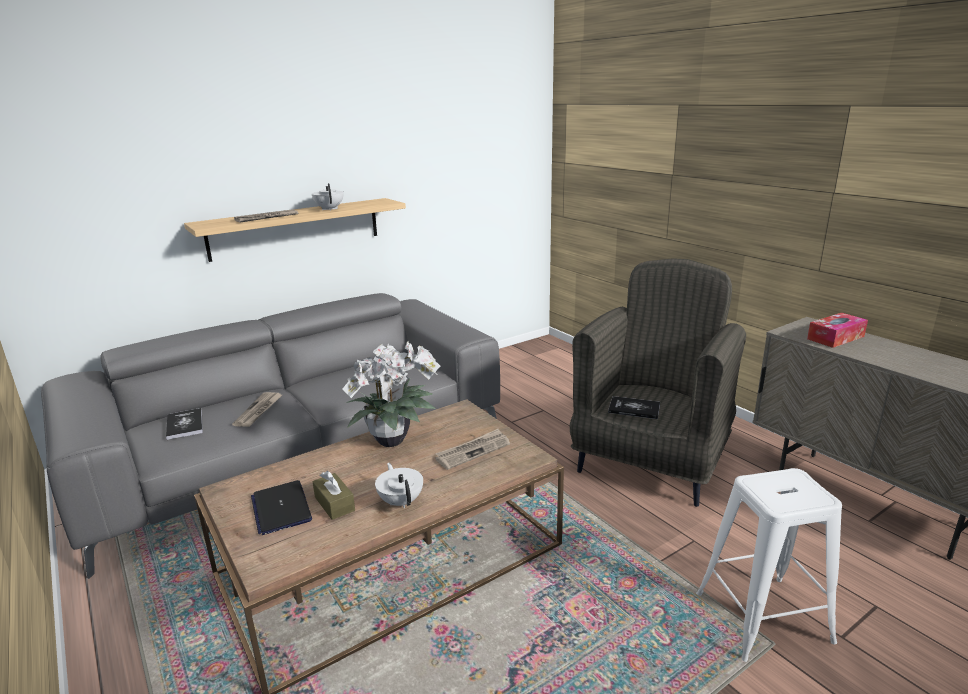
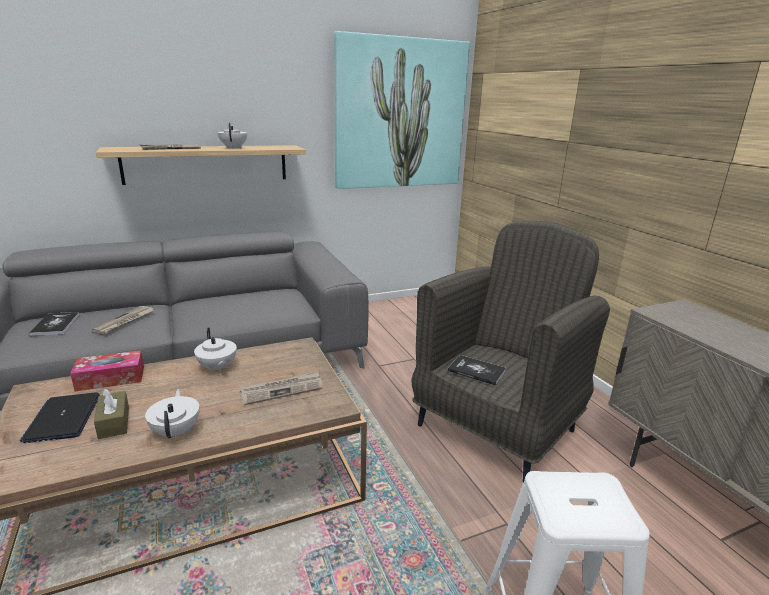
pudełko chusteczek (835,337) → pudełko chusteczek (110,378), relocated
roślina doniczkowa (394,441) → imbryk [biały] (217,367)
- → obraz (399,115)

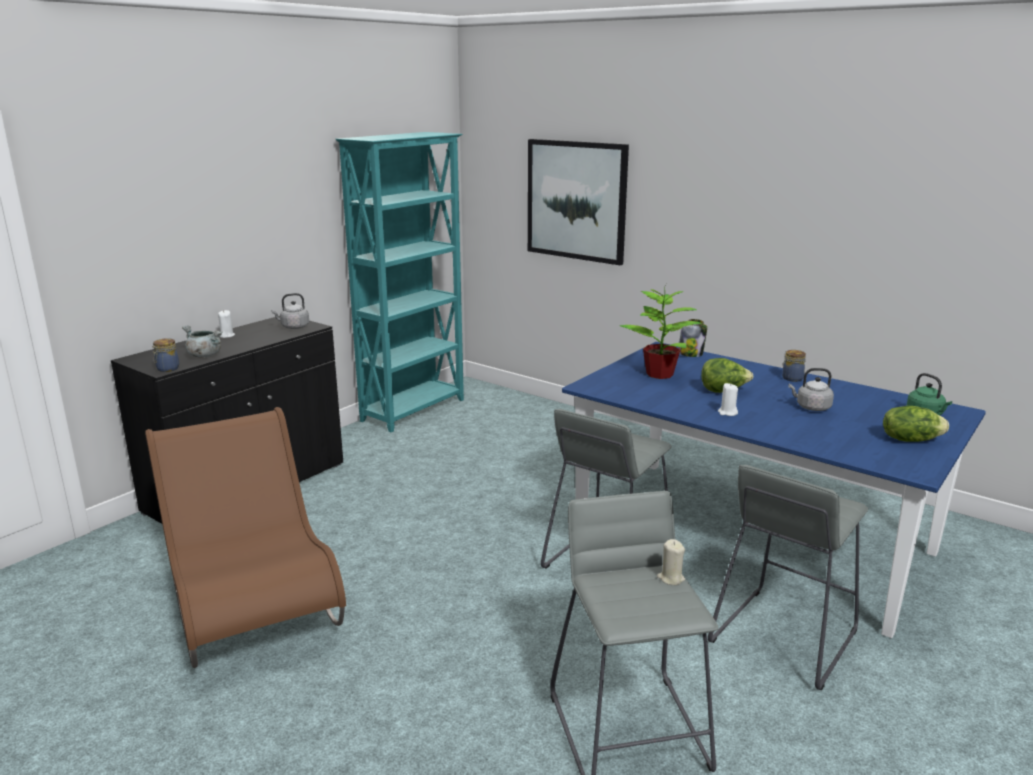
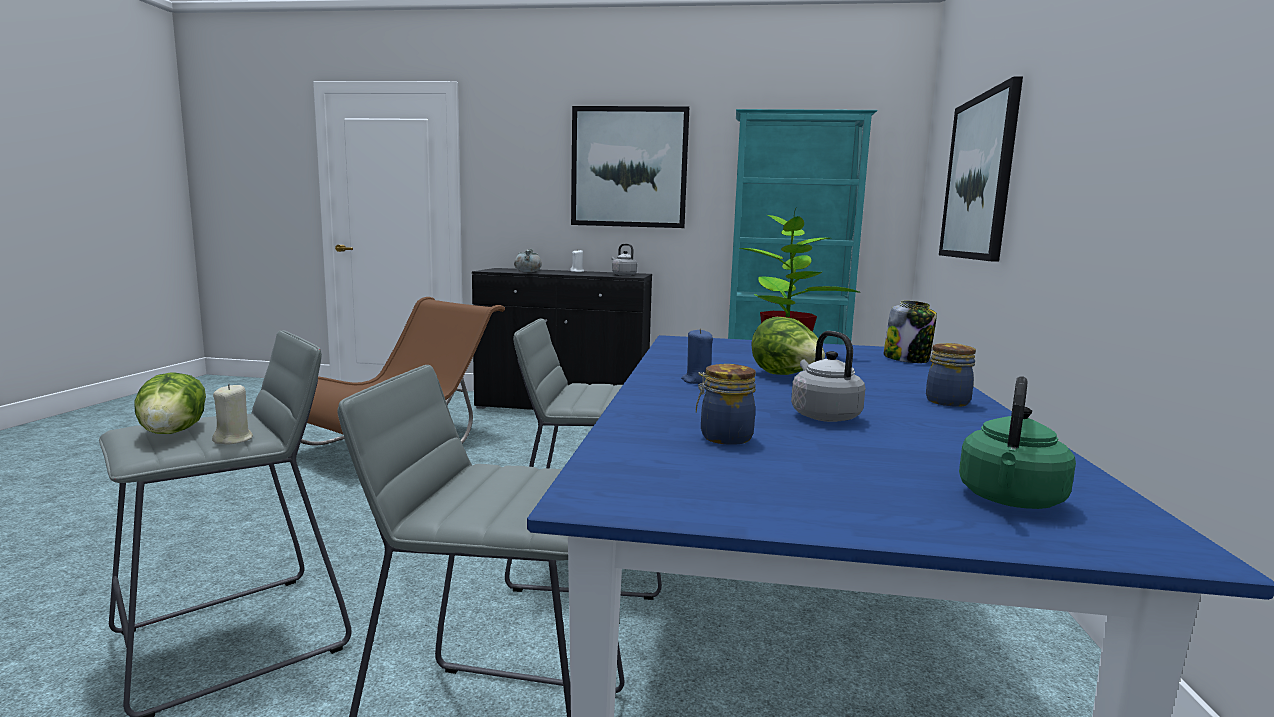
słoik (167,369) → słoik (723,437), relocated
świeca [biały] (727,413) → świeca [niebieski] (697,381)
sałata (910,439) → sałata (175,431), relocated
- → obraz (629,167)

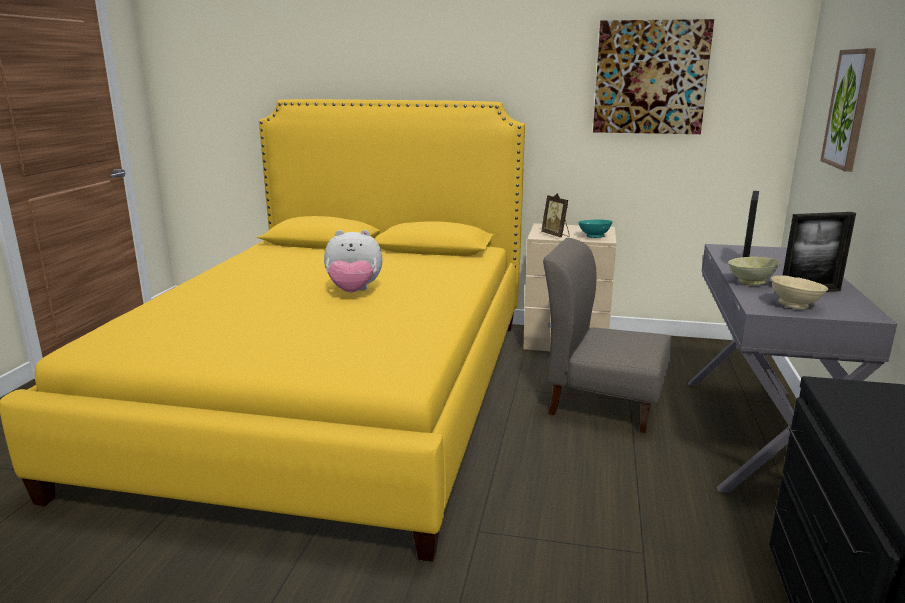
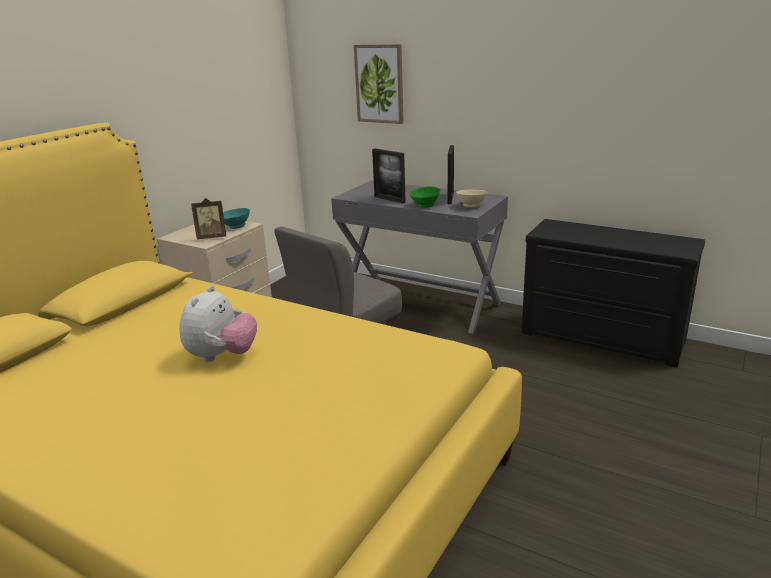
obraz (650,77) → -
miska [beżowy] (750,282) → miska [zielony] (424,205)

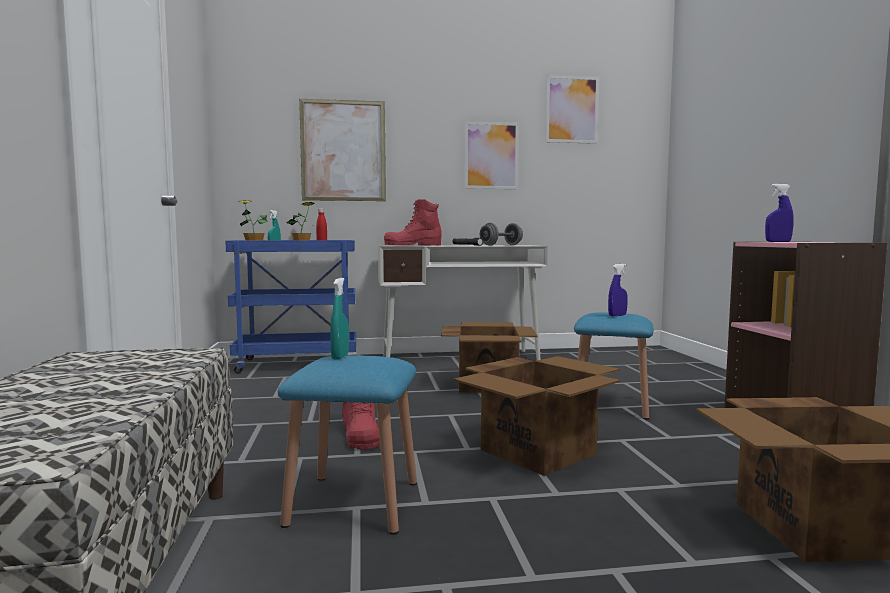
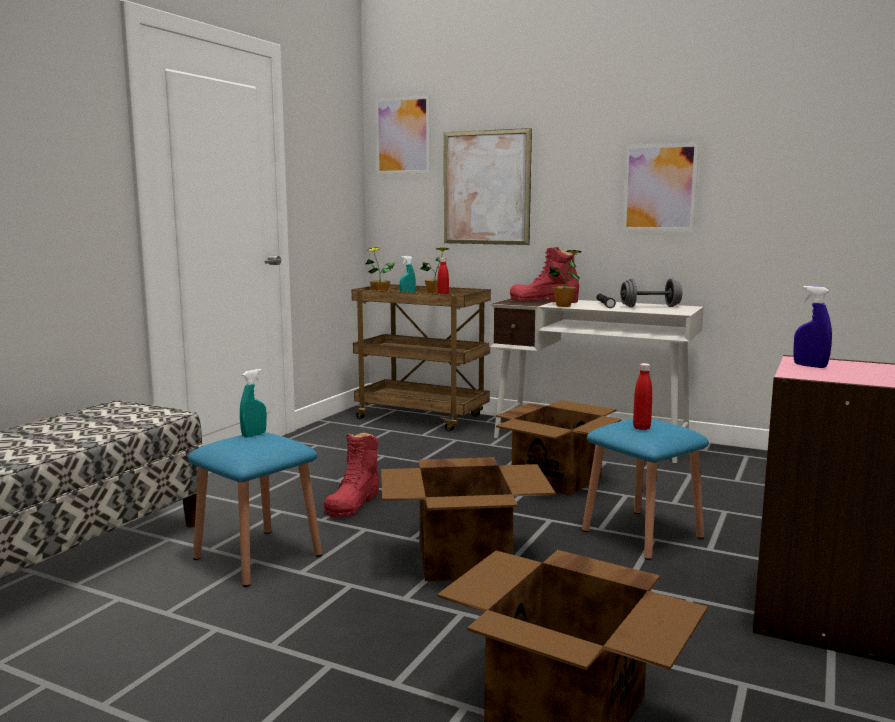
obraz (571,109) → obraz (403,135), relocated
wózek [niebieski] (298,364) → wózek [brązowy] (423,418)
spryskiwacz [niebieski] (617,315) → butelka [czerwony] (641,428)
- → roślina doniczkowa (563,306)

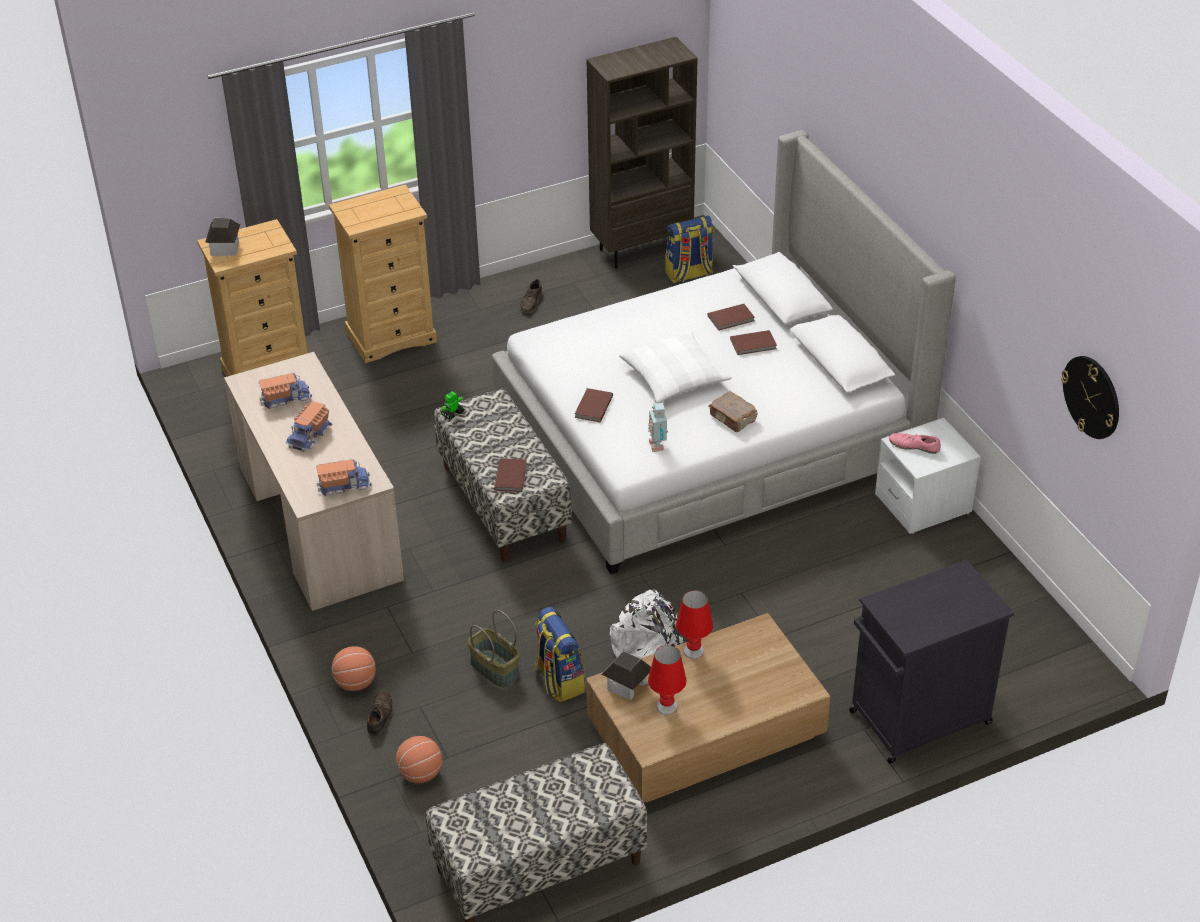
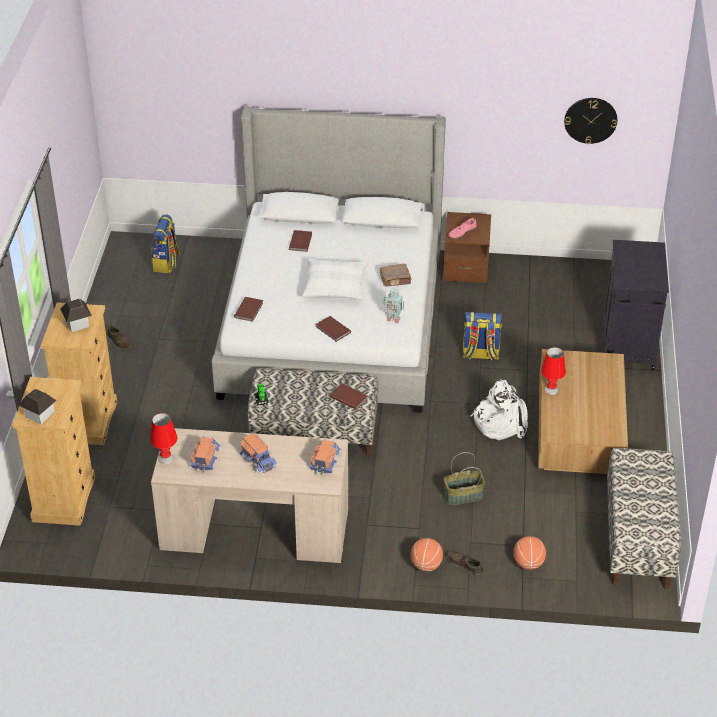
regał [brązowy] (642,248) → -
książka [brązowy] (754,344) → książka [brązowy] (249,310), relocated
szafka nocna [biały] (923,504) → szafka nocna [brązowy] (465,267)
plecak (558,680) → plecak (480,354), relocated
lampa stołowa [czerwony] (666,706) → lampa stołowa [czerwony] (165,458), relocated
domek (627,685) → domek (77,323), relocated

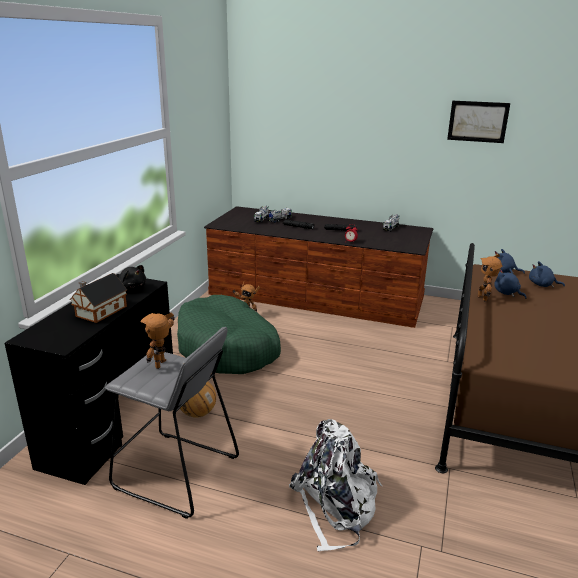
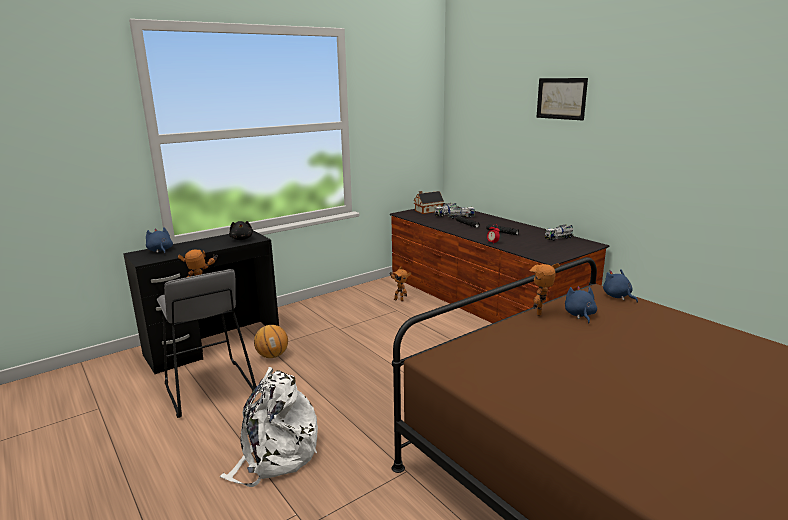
obraz (478,121) → obraz (561,98), relocated
pluszak [niebieski] (542,285) → pluszak [niebieski] (160,250), relocated
domek (99,312) → domek (427,211), relocated
legowisko [zielony] (227,348) → -

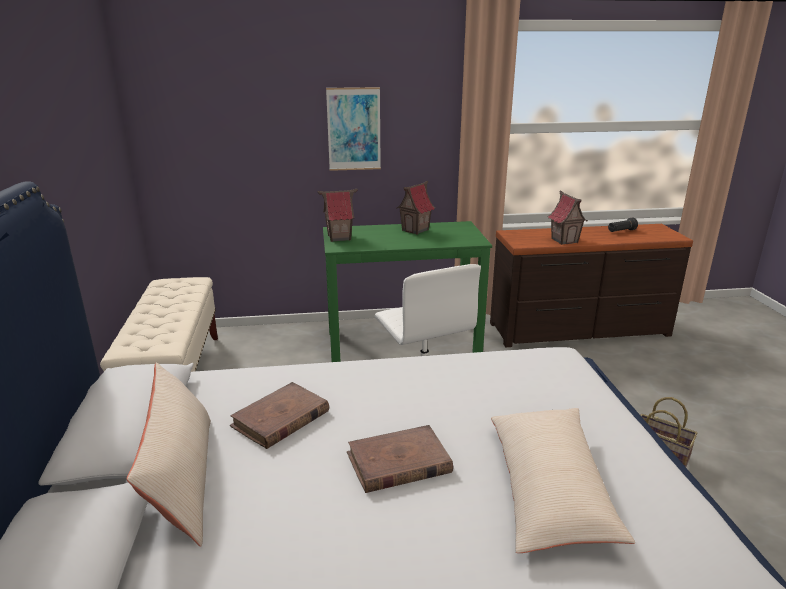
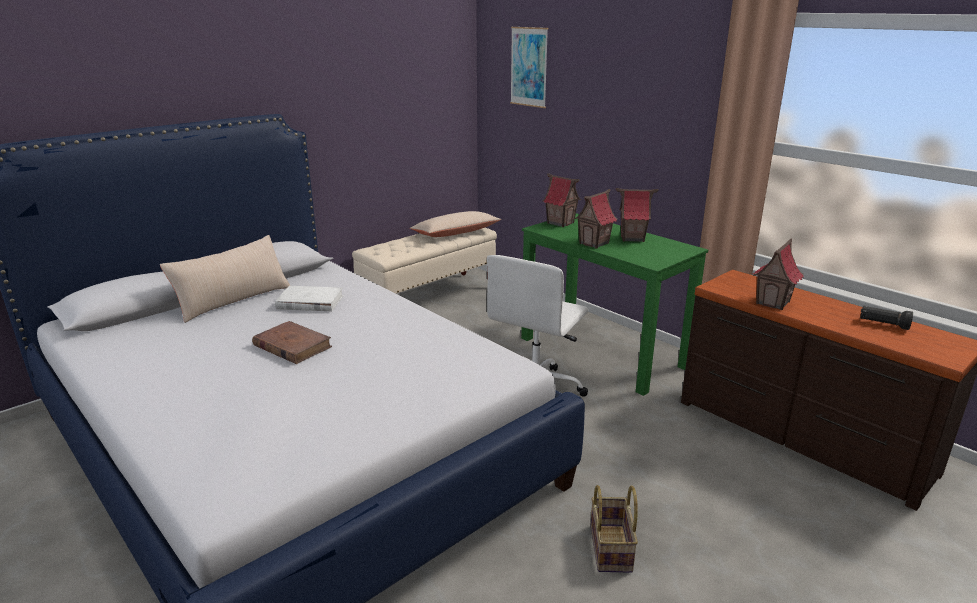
obraz (354,129) → obraz (529,67), relocated
książka [brązowy] (280,419) → książka [biały] (310,302)
poduszka [beżowy] (549,489) → poduszka [beżowy] (455,233), relocated
- → domek (594,243)

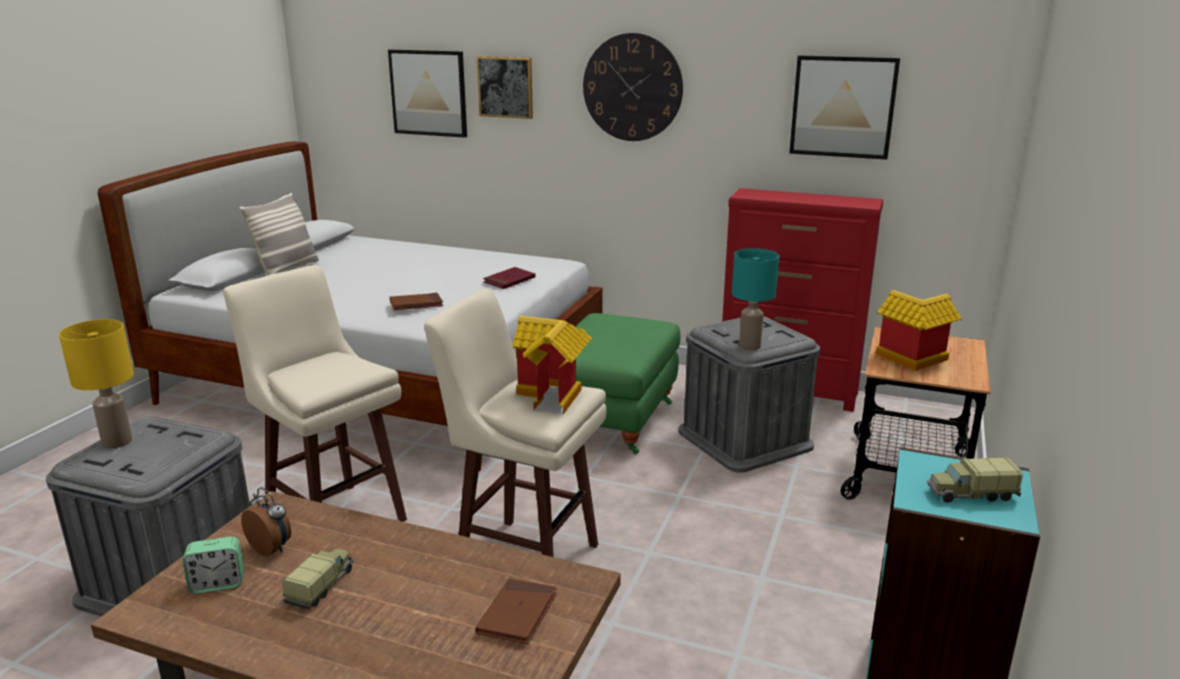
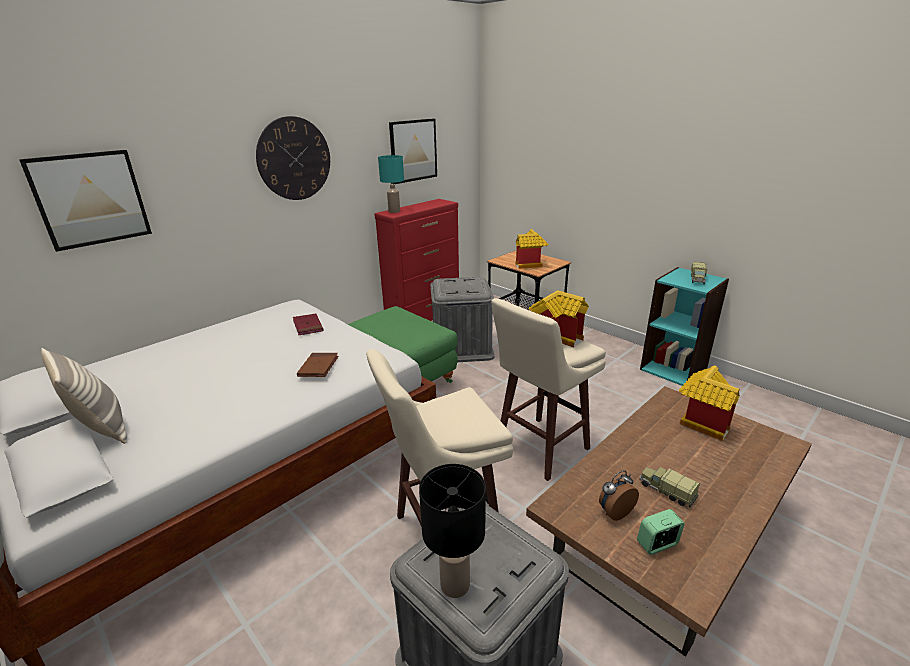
obraz (505,87) → -
lampa stołowa [turkusowy] (749,346) → lampa stołowa [turkusowy] (394,211), relocated
lampa stołowa [żółty] (118,441) → lampa stołowa [czarny] (455,584)
budzik (217,584) → budzik (657,544), 120 degrees counterclockwise
książka [brązowy] (517,614) → domek (699,422)

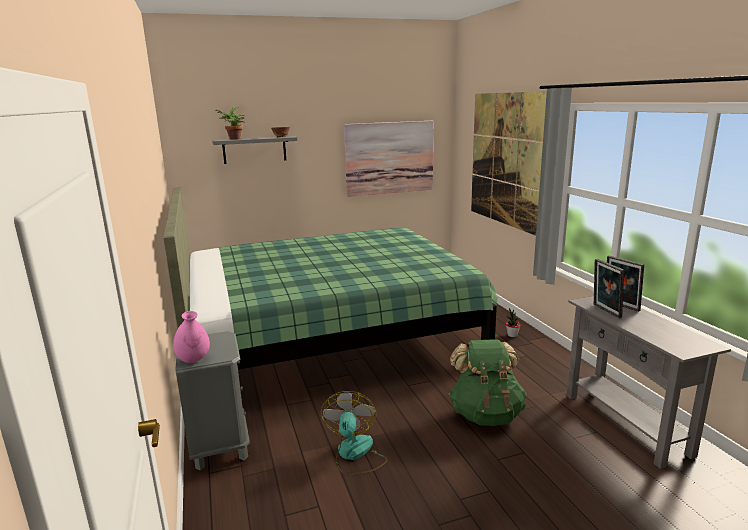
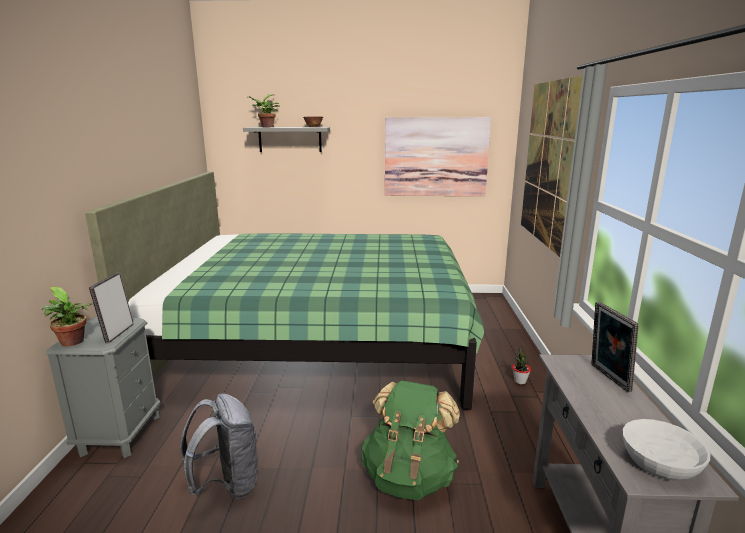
ramka na zdjęcie (605,311) → ramka na zdjęcie (117,333), relocated
wazon [różowy] (193,360) → roślina doniczkowa (73,343)
wentylator (355,454) → plecak [szary] (227,485)
- → miska [biały] (660,461)

